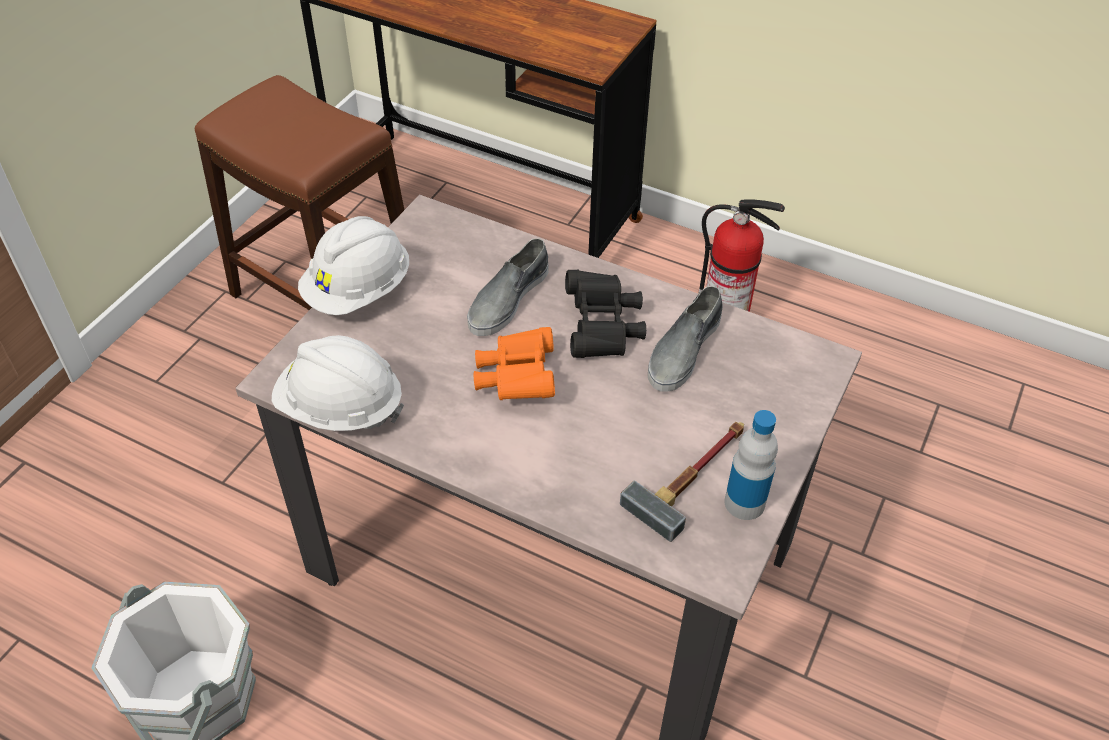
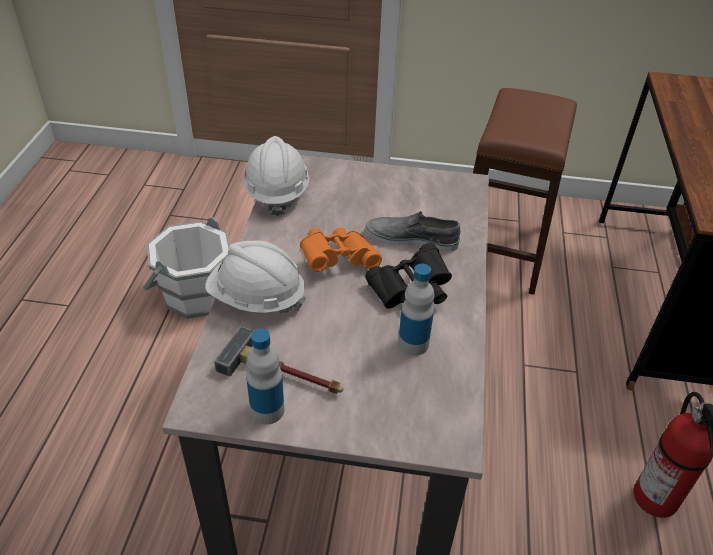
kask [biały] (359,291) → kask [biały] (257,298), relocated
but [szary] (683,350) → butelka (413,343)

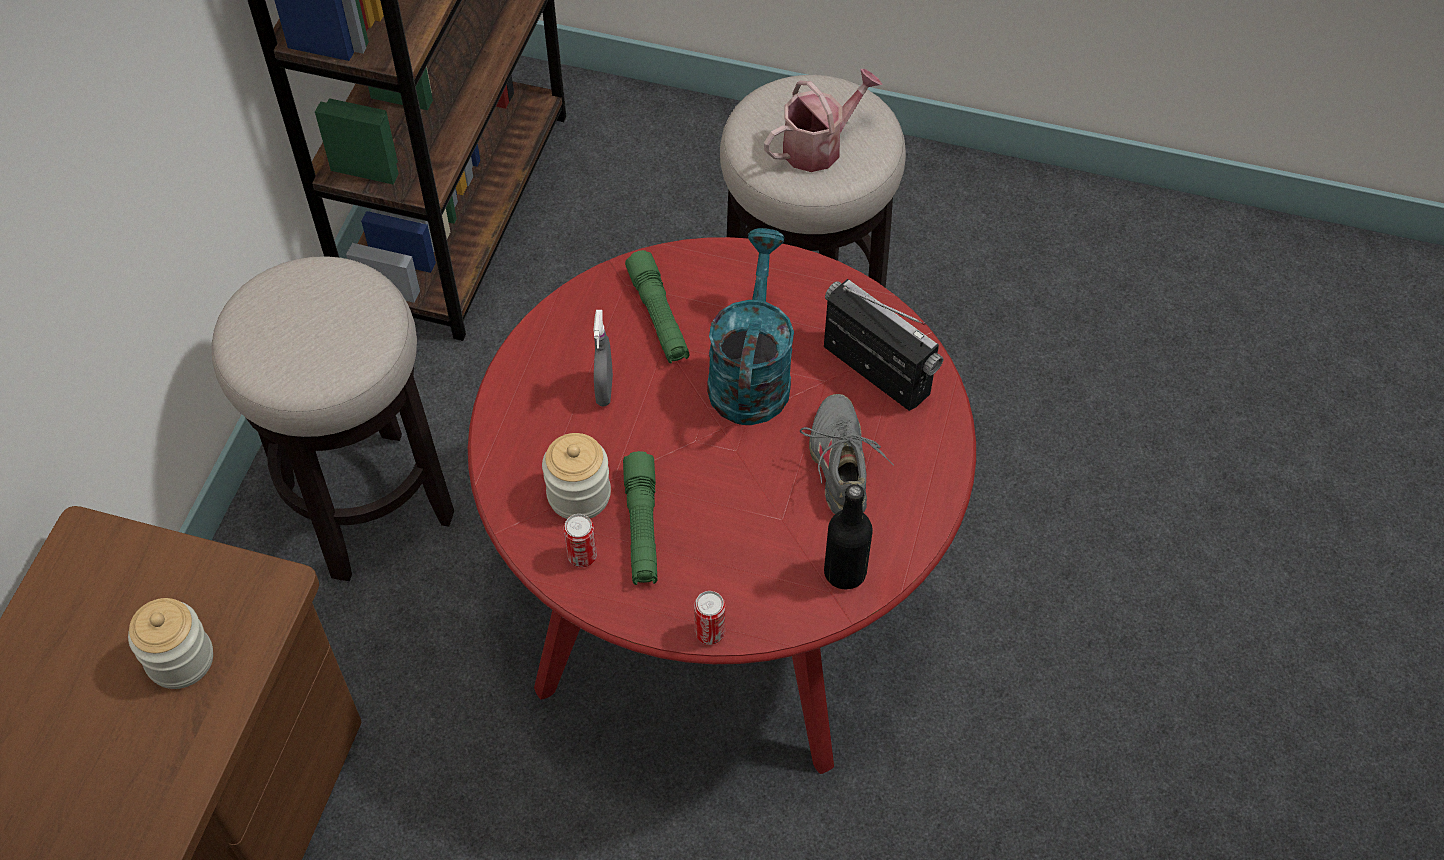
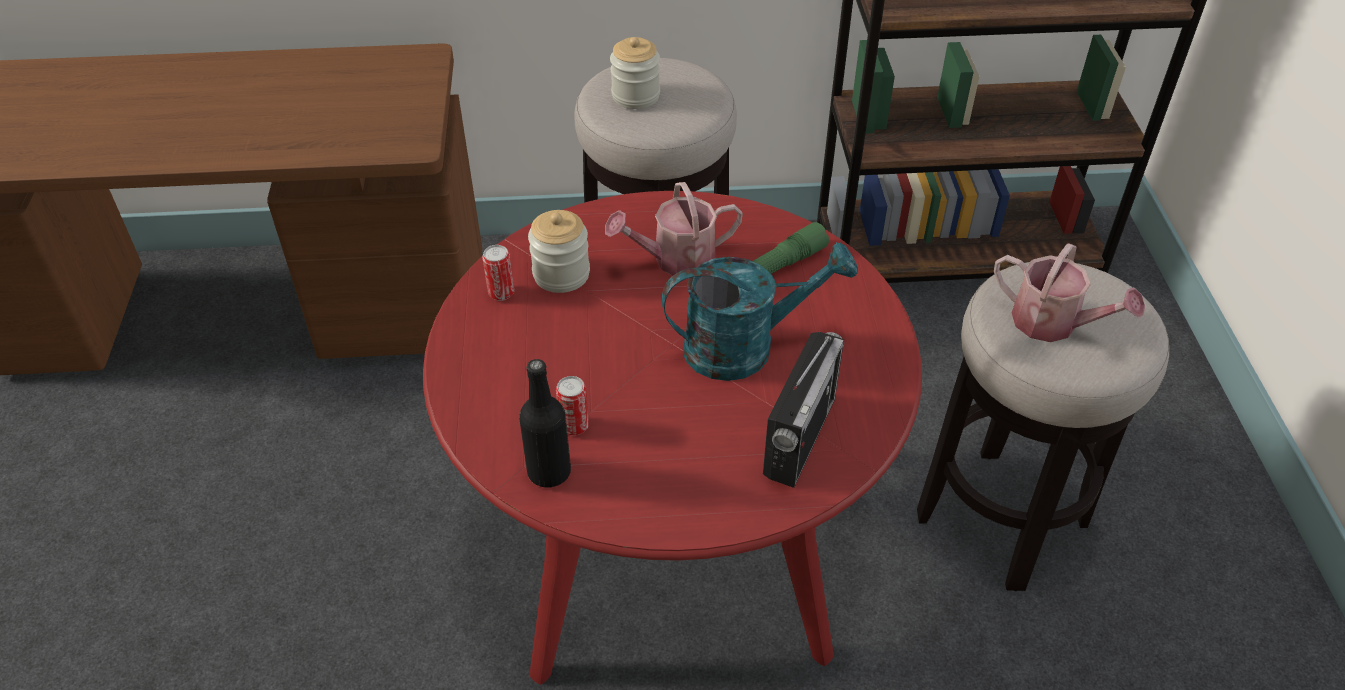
spryskiwacz [szary] (604,390) → konewka (675,259)
but [szary] (841,464) → -
latarka [zielony] (642,526) → -
puszka (710,632) → puszka (574,426), relocated
słoik (180,659) → słoik (635,96), relocated

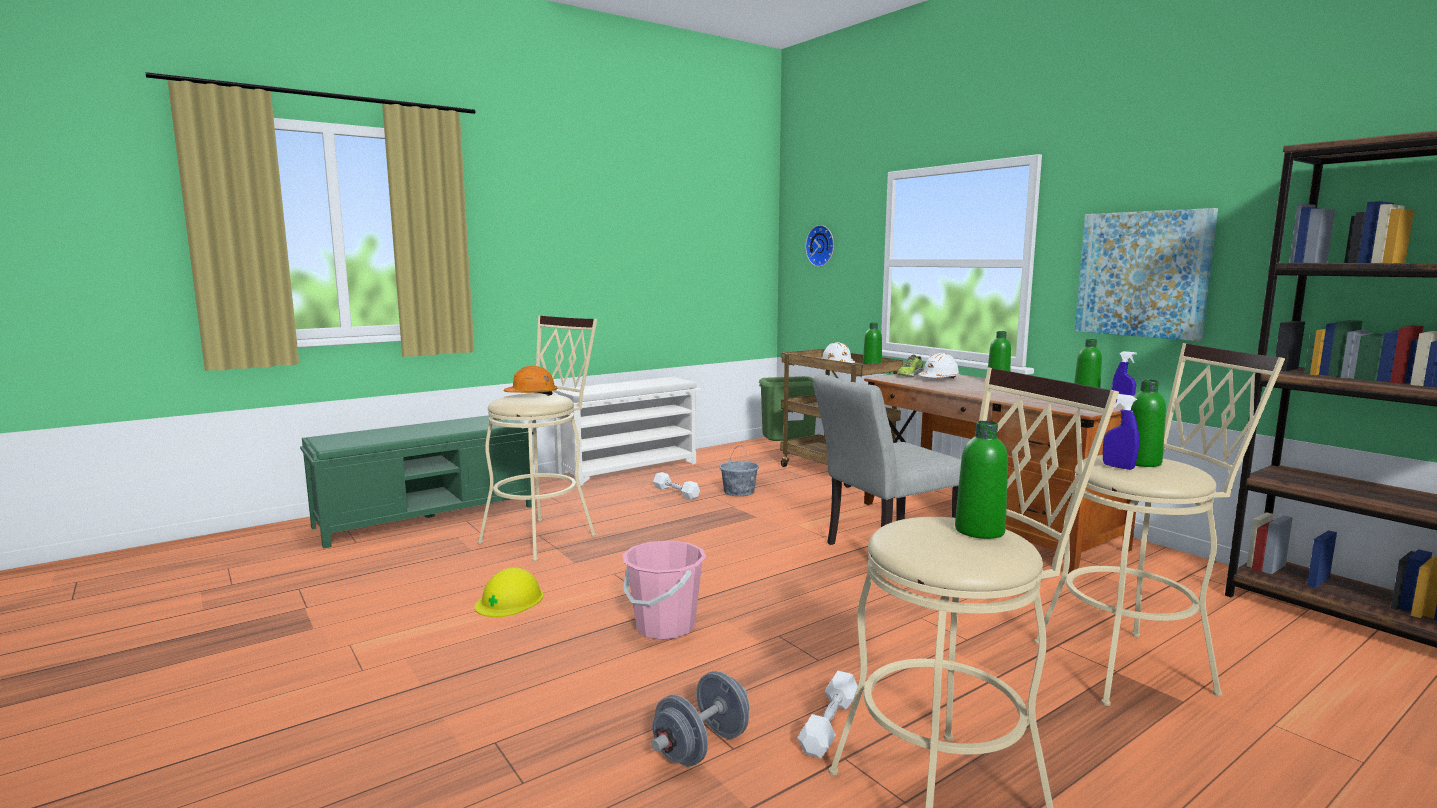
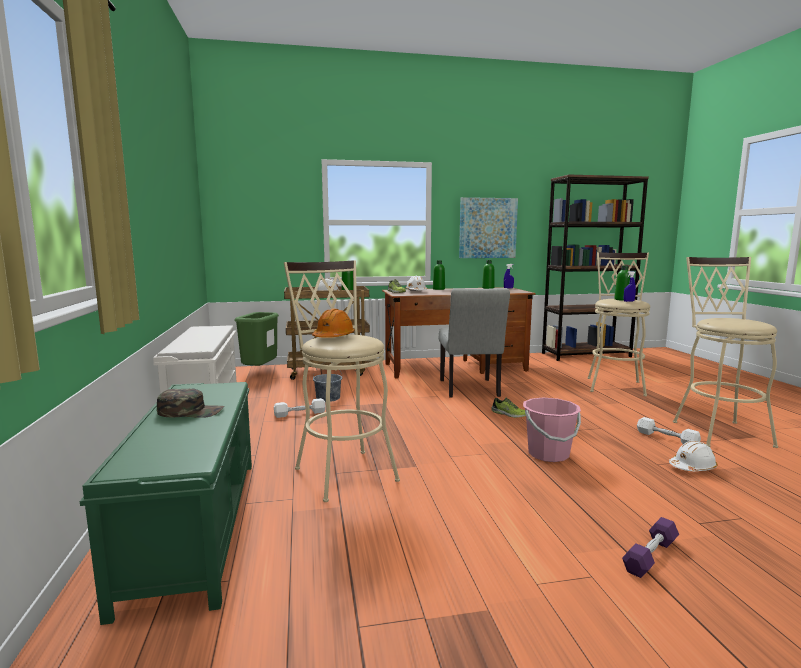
zegar ścienny (822,246) → -
butelka [zielony] (979,531) → -
kask [żółty] (510,600) → -
hantel [szary] (701,747) → kask [biały] (692,467)
- → czapka z daszkiem [zielony] (191,411)
- → but (509,414)
- → hantel [fioletowy] (650,556)

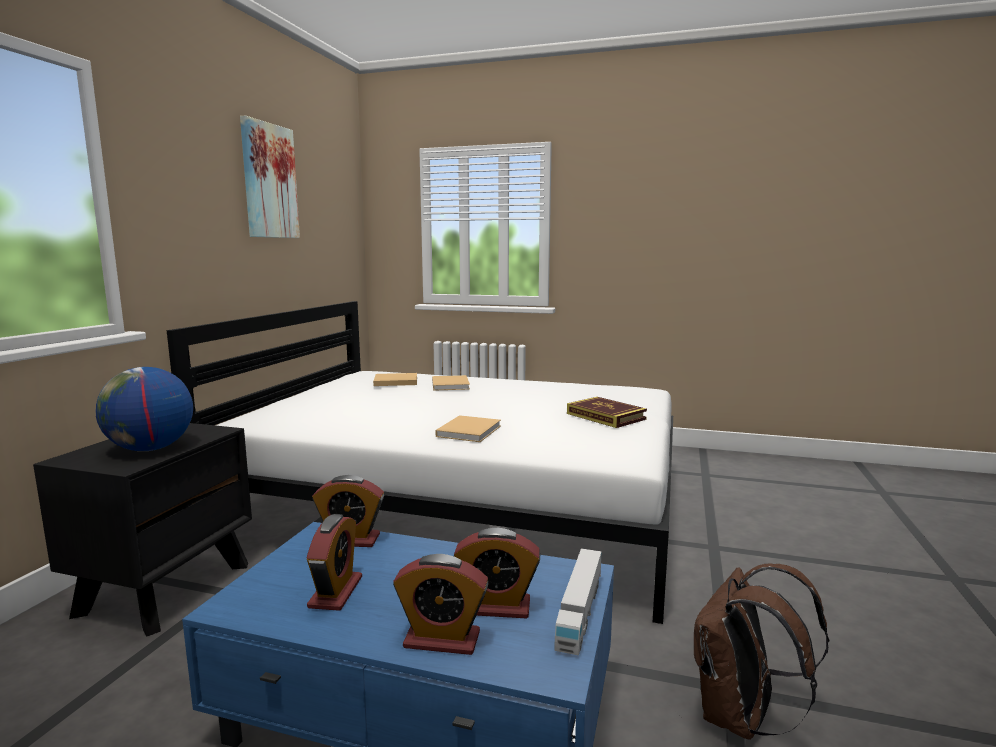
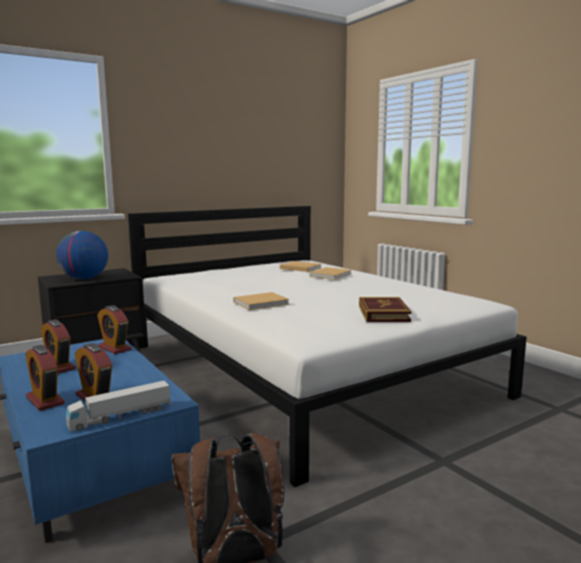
obraz (269,181) → -
budzik (336,592) → budzik (58,367), 90 degrees clockwise

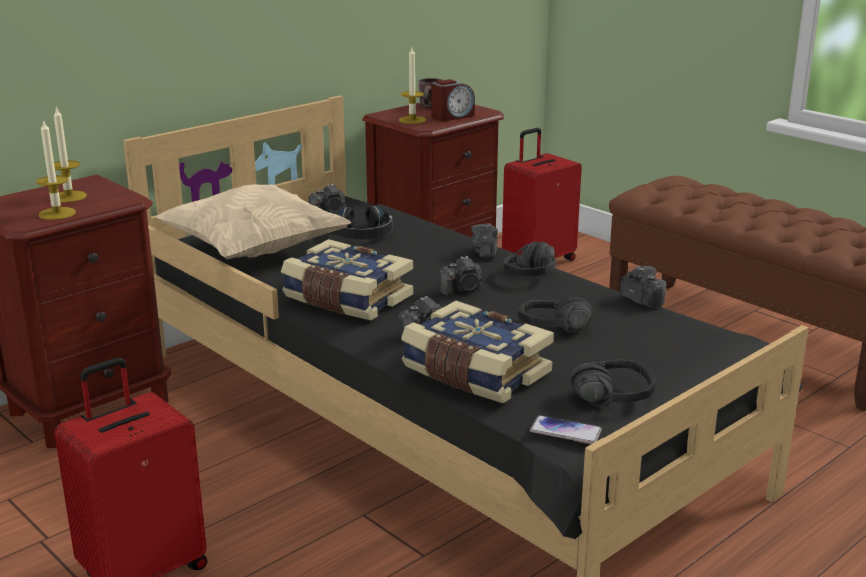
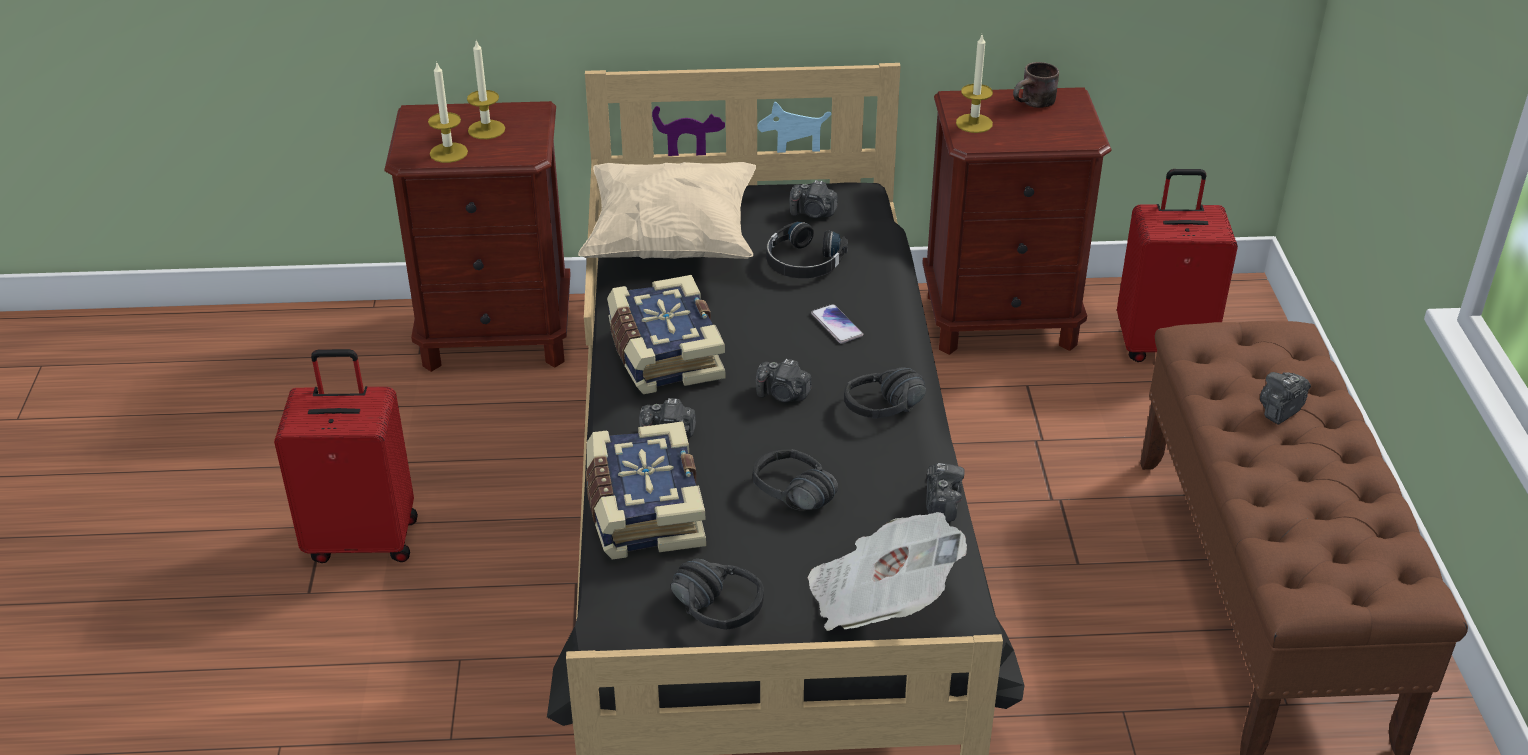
budzik (452,116) → -
aparat fotograficzny (485,252) → aparat fotograficzny (1280,410), relocated
telefon (565,431) → telefon (836,325), relocated
- → gazeta (880,599)

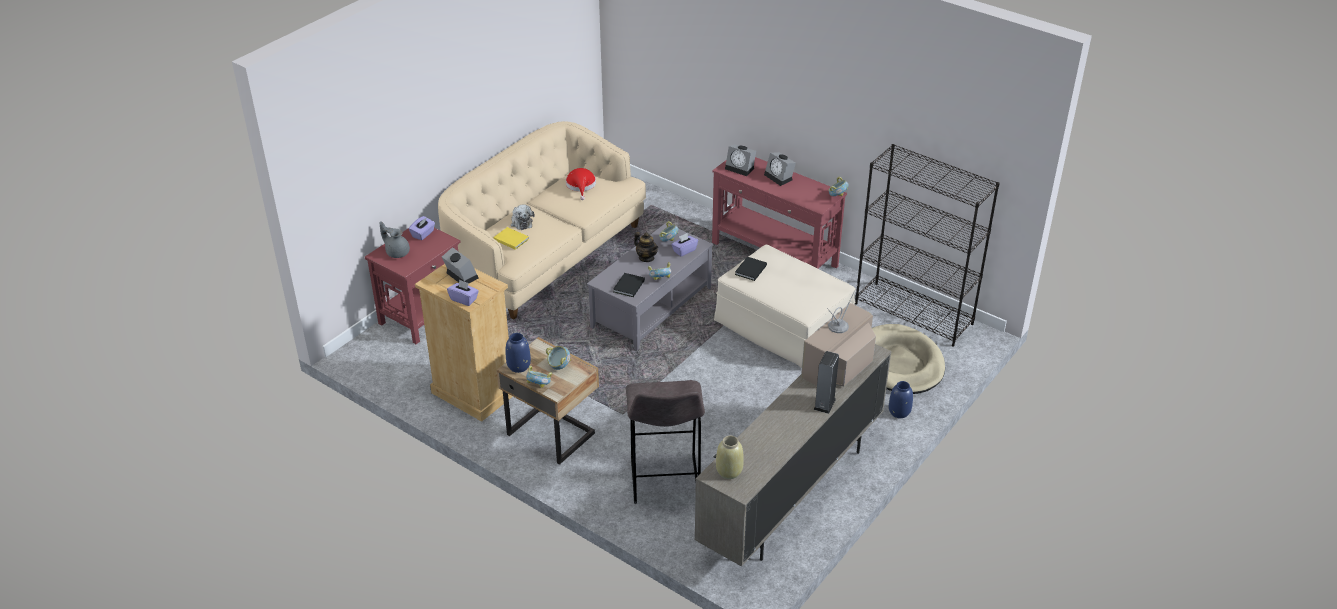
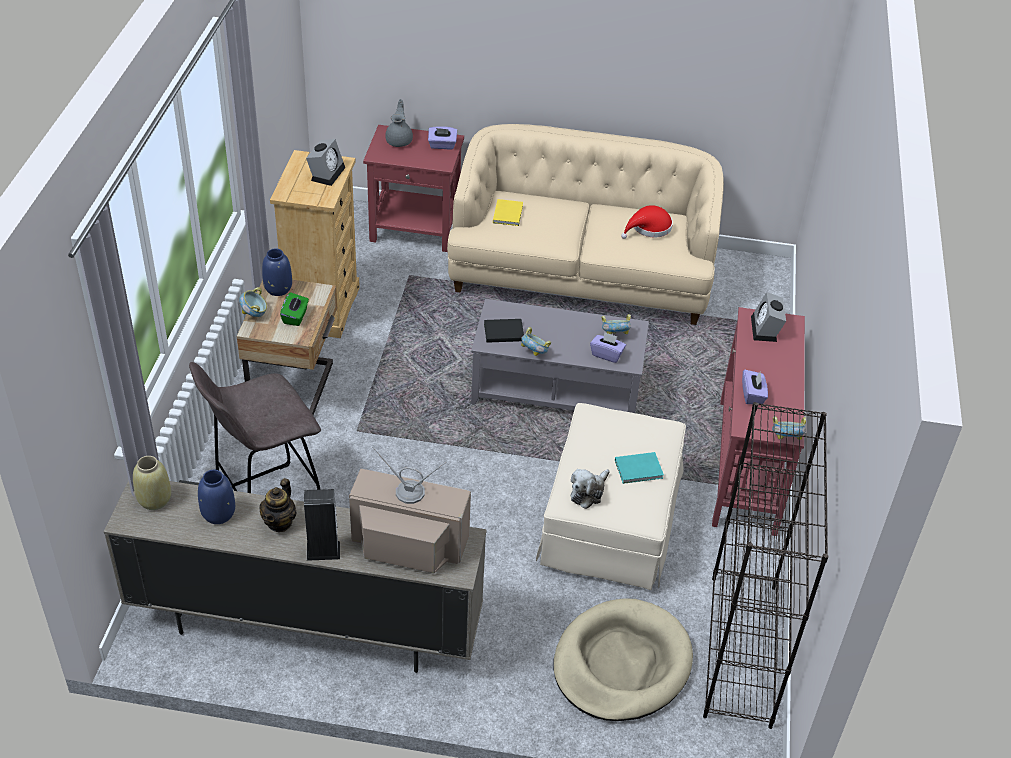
budzik (780,177) → -
pluszak (521,222) → pluszak (588,492), relocated
imbryk (646,258) → imbryk (279,522), relocated
książka [czarny] (750,270) → -
pudełko chusteczek [fioletowy] (464,299) → pudełko chusteczek [fioletowy] (752,395), relocated
miska (558,366) → pudełko chusteczek [zielony] (295,317)
wazon [niebieski] (899,412) → wazon [niebieski] (218,514), relocated
- → książka [turkusowy] (640,469)

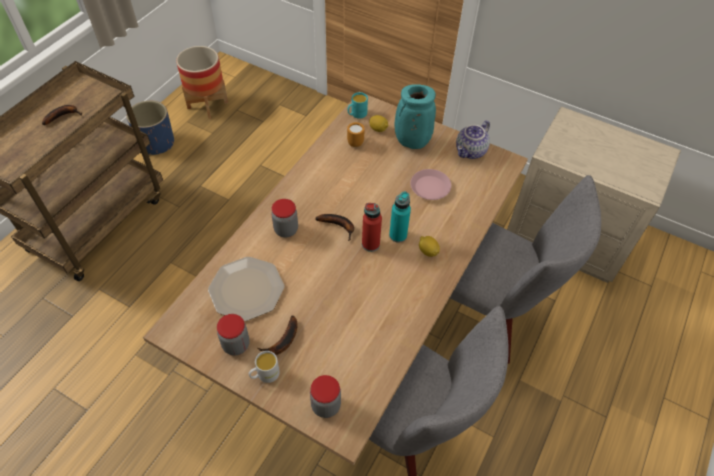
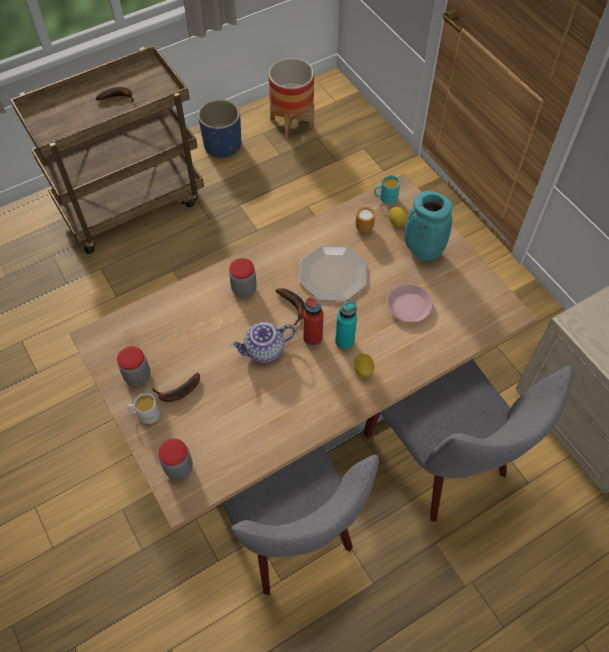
imbryk (471,152) → imbryk (264,351), relocated
talerz (246,290) → talerz (332,274), relocated

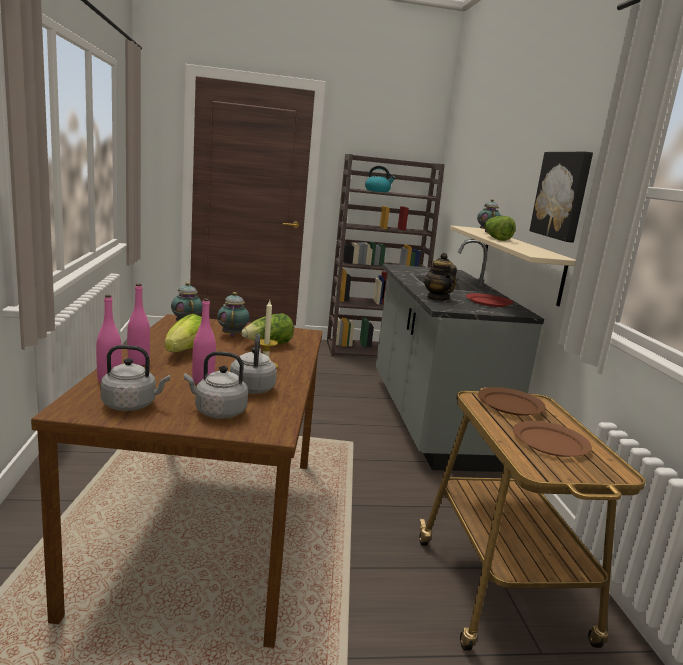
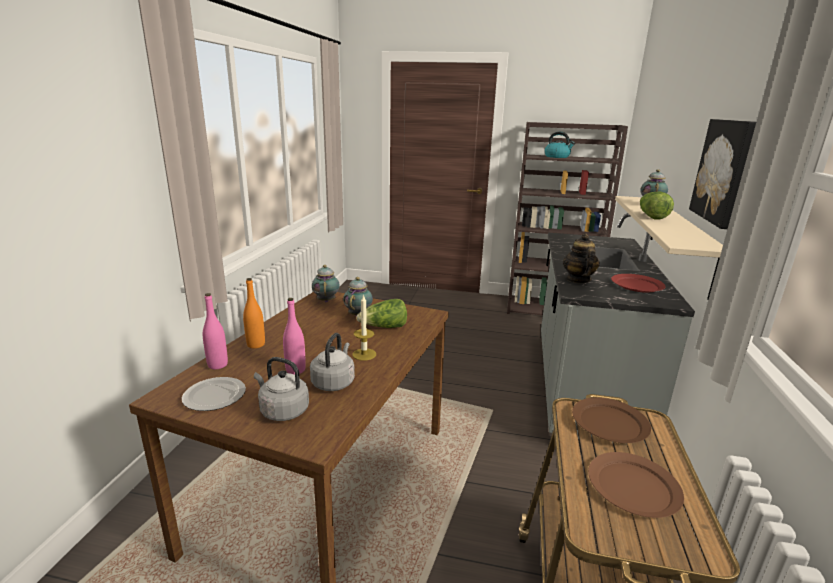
butelka [różowy] (138,362) → butelka [pomarańczowy] (256,344)
sałata (186,351) → -
czajnik [szary] (132,405) → talerz (216,396)

